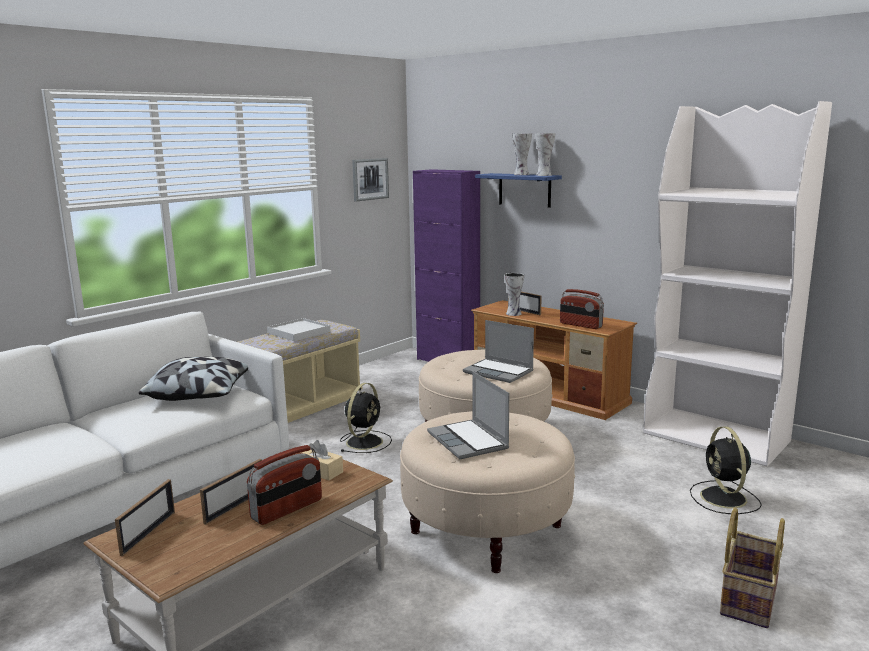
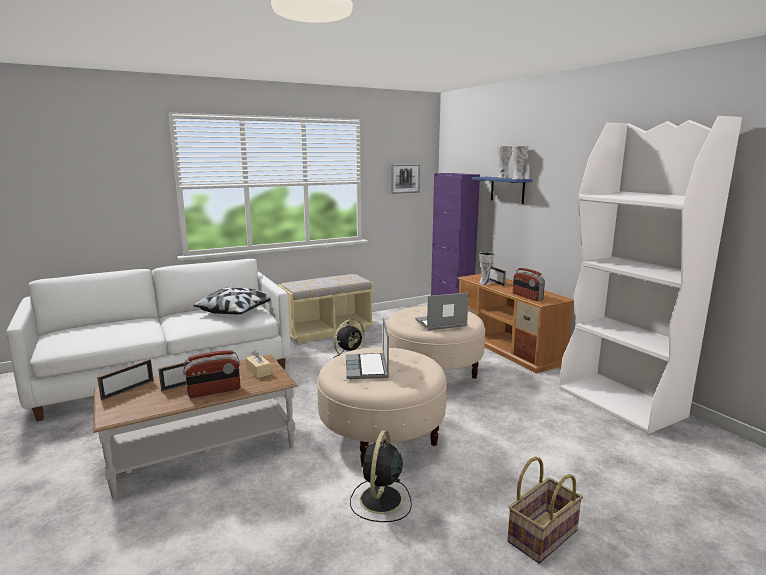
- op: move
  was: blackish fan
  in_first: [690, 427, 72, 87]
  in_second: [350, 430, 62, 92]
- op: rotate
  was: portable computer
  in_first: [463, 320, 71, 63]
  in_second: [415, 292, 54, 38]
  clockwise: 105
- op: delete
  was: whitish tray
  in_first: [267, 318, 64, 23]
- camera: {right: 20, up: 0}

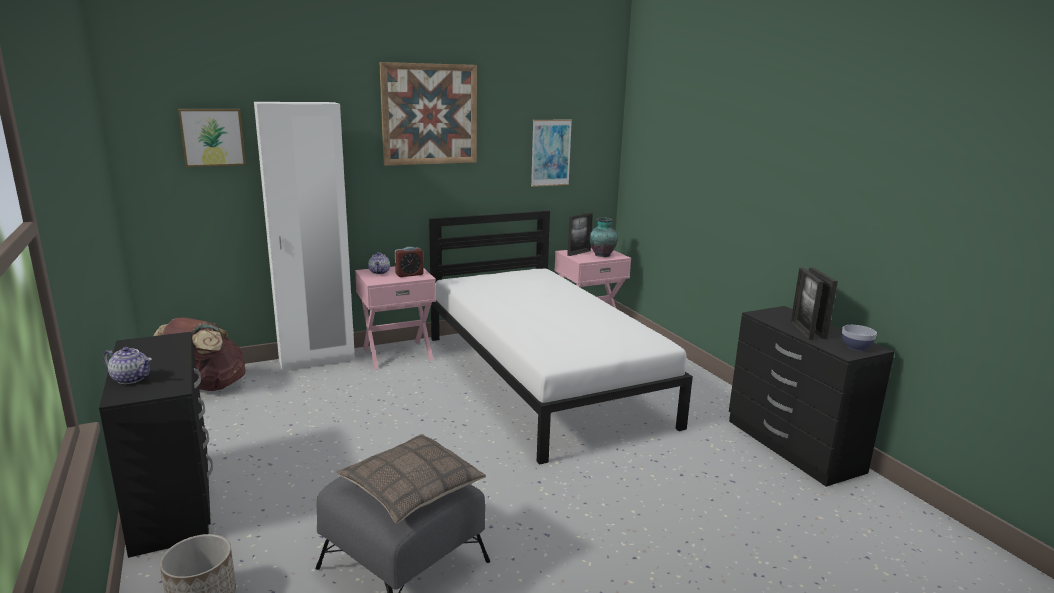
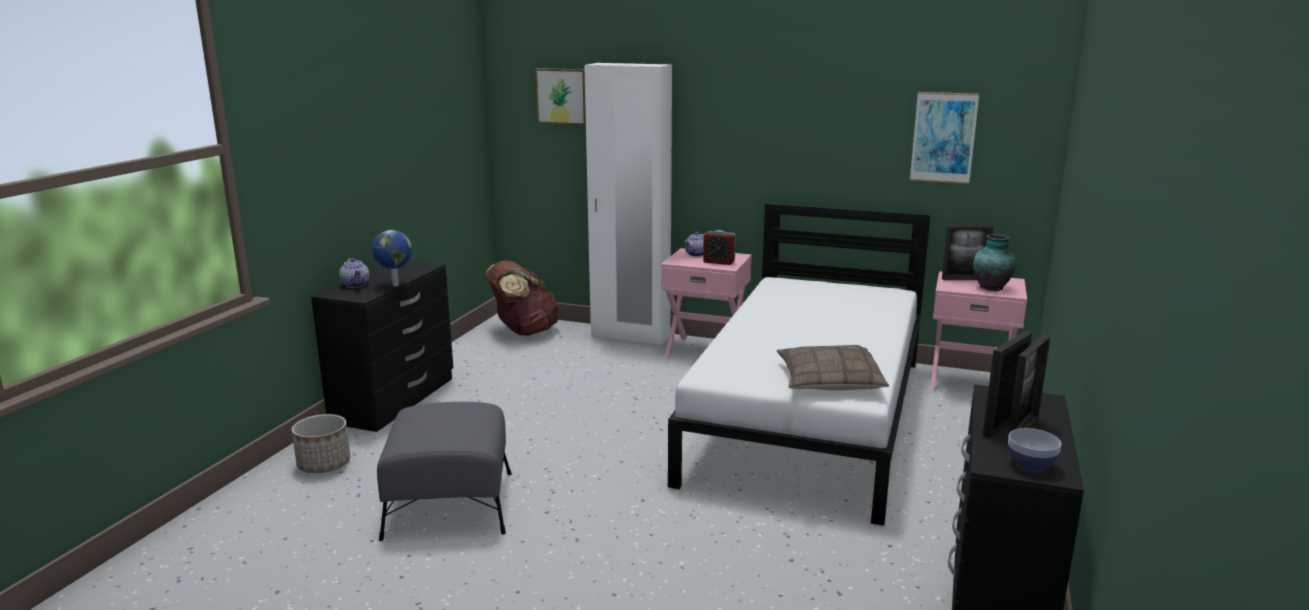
- op: insert
  now: globe
  in_second: [372, 230, 40, 56]
- op: move
  was: throw pillow
  in_first: [336, 434, 150, 89]
  in_second: [777, 345, 112, 46]
- op: delete
  was: wall picture
  in_first: [379, 62, 98, 104]
- camera: {right: 45, up: 0}

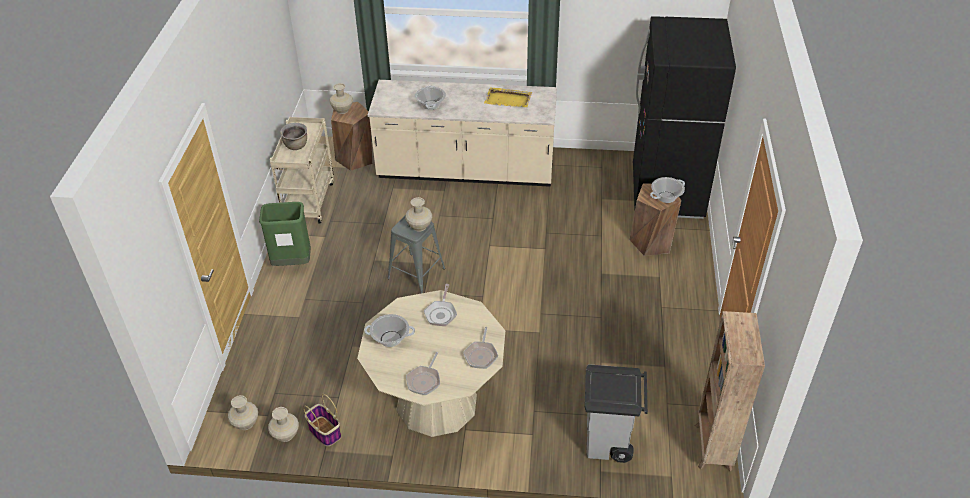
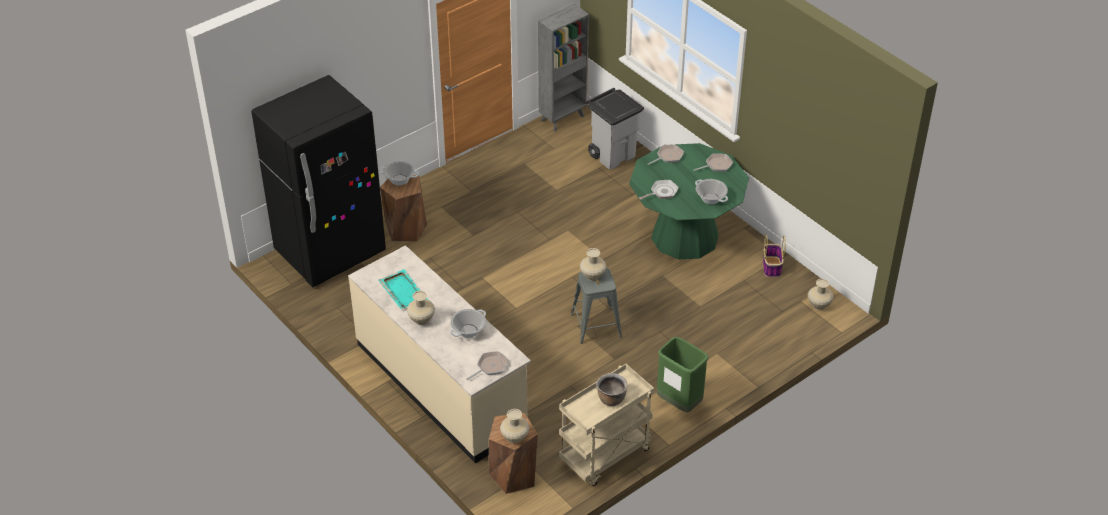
- op: recolor
  was: yellowish tray
  now: blue-green tray
  in_first: [484, 88, 48, 19]
  in_second: [378, 269, 50, 40]
- op: move
  was: sand-coloured decorative vase
  in_first: [268, 407, 31, 35]
  in_second: [407, 291, 28, 34]
- op: insert
  now: pan
  in_second: [466, 351, 43, 29]
- op: recolor
  was: brown-coloured bookshelf
  now: greyish bookshelf
  in_first: [694, 311, 71, 160]
  in_second: [538, 4, 51, 128]
- op: recolor
  was: sand-coloured dining table
  now: greenish dining table
  in_first: [357, 290, 148, 147]
  in_second: [629, 143, 120, 117]
- camera: {right: -135, up: 0}

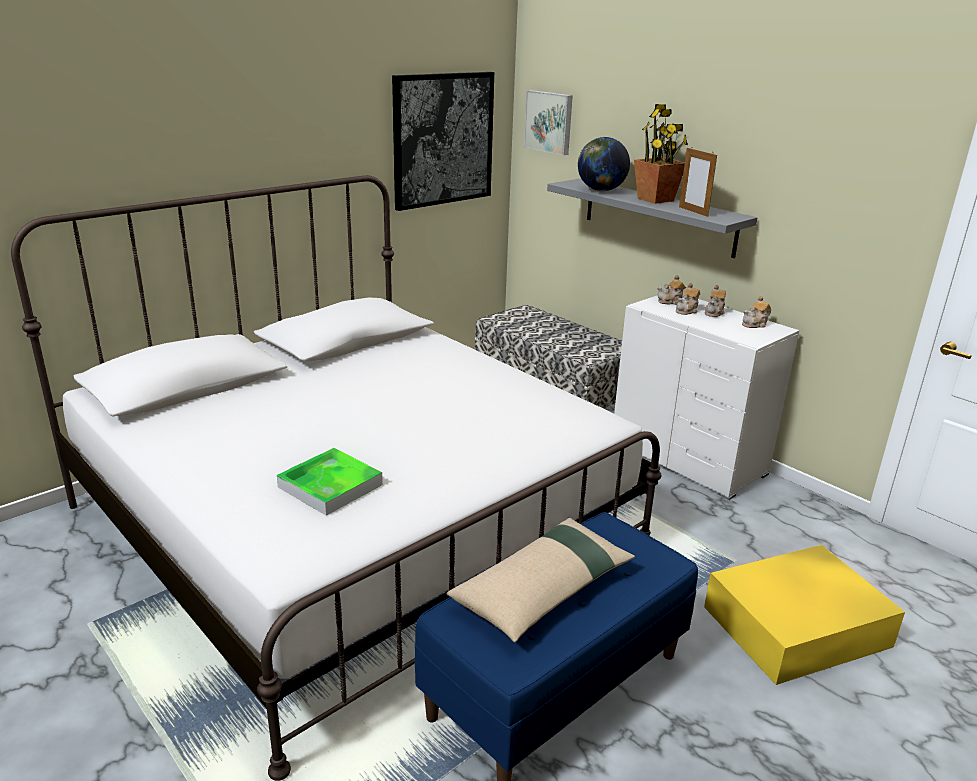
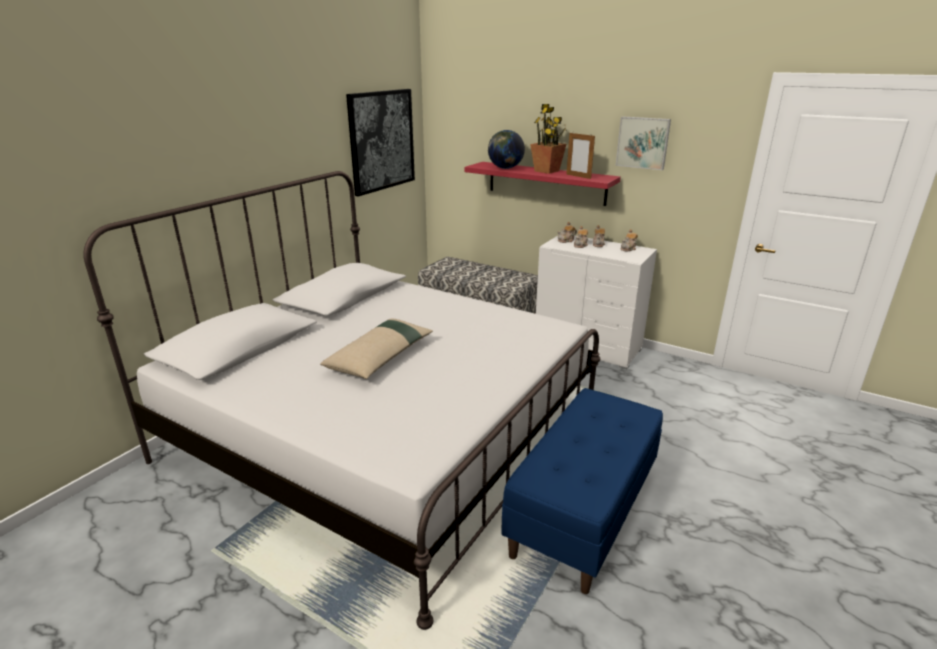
- op: move
  was: sand-coloured throw pillow
  in_first: [446, 518, 189, 124]
  in_second: [320, 319, 113, 60]
- op: recolor
  was: greyish bracket shelf
  now: red-coloured bracket shelf
  in_first: [547, 178, 211, 80]
  in_second: [465, 162, 156, 44]
- op: move
  was: wall picture
  in_first: [524, 90, 49, 65]
  in_second: [616, 116, 55, 54]
- op: delete
  was: tray
  in_first: [277, 448, 106, 68]
- op: delete
  was: yellowish storage bin
  in_first: [704, 545, 201, 140]
- camera: {right: -15, up: 0}

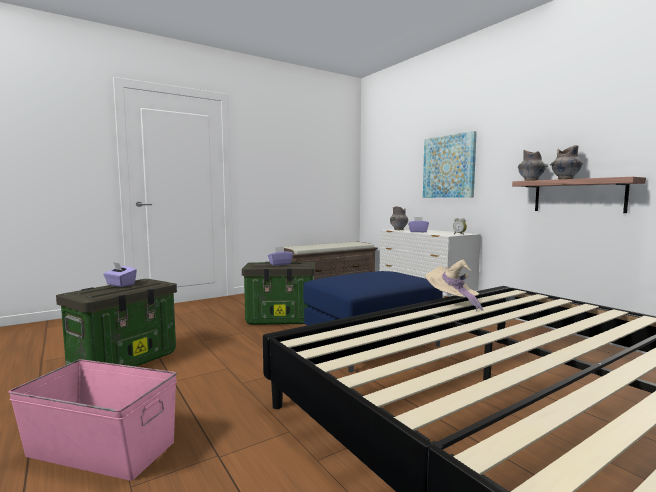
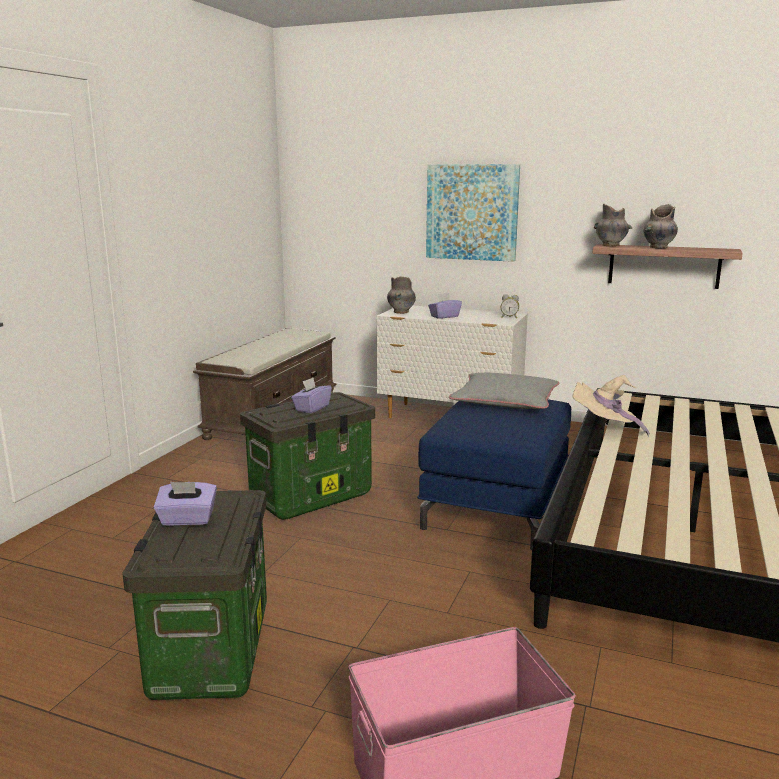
- op: insert
  now: greyish throw pillow
  in_second: [449, 373, 111, 36]
- camera: {right: -35, up: 10}

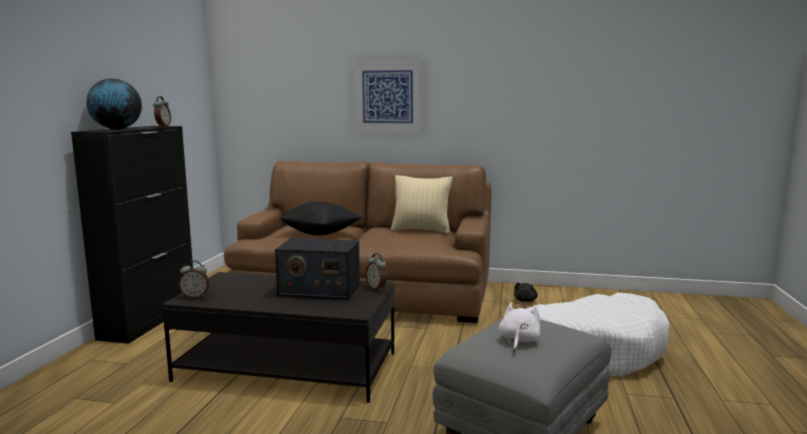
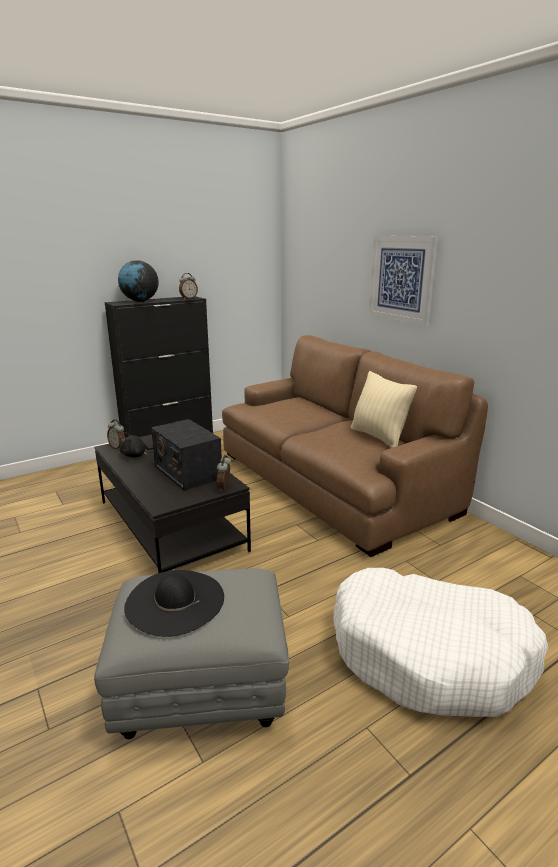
- op: move
  was: blackish cuddly toy
  in_first: [514, 282, 24, 20]
  in_second: [119, 432, 34, 25]
- op: replace
  was: whitish cuddly toy
  now: blackish hat
  in_first: [499, 302, 41, 49]
  in_second: [124, 570, 100, 67]
- op: delete
  was: blackish throw pillow
  in_first: [279, 202, 83, 34]
- camera: {right: 45, up: 10}

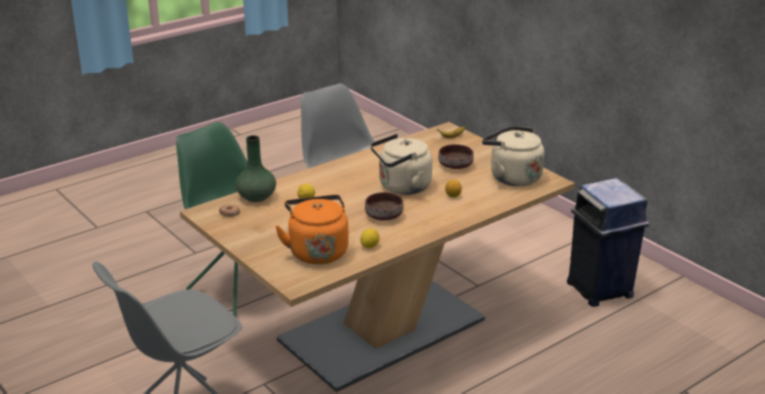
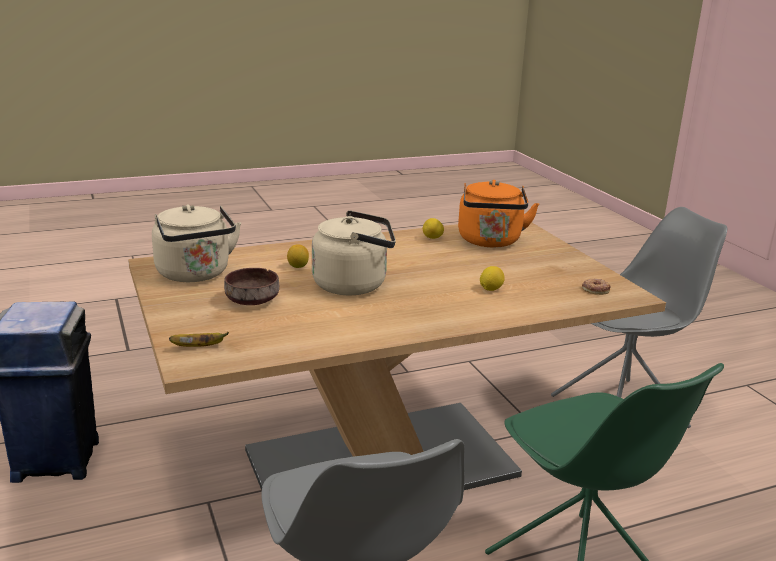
- op: delete
  was: greenish decorative vase
  in_first: [235, 135, 41, 67]
- op: delete
  was: brown-coloured deep dish
  in_first: [365, 192, 38, 28]
- camera: {right: -165, up: -5}

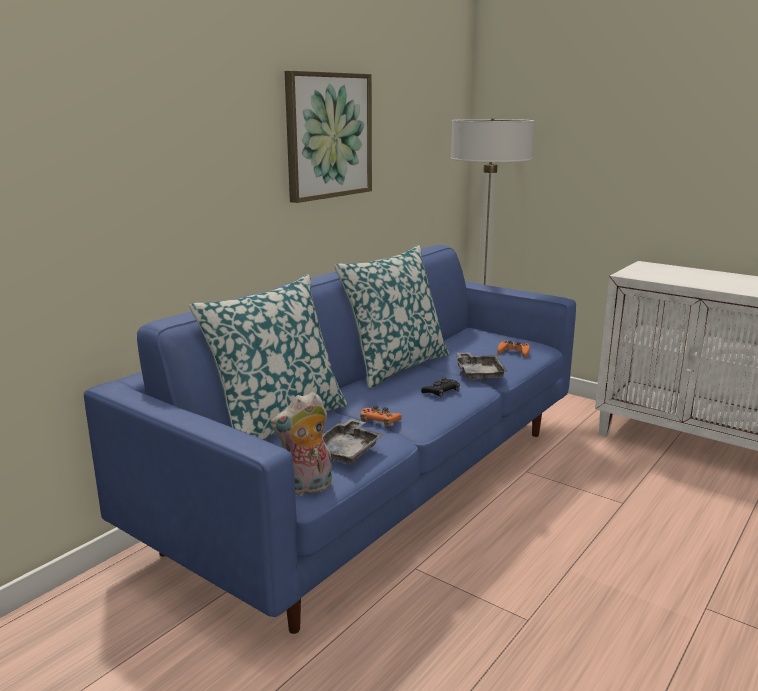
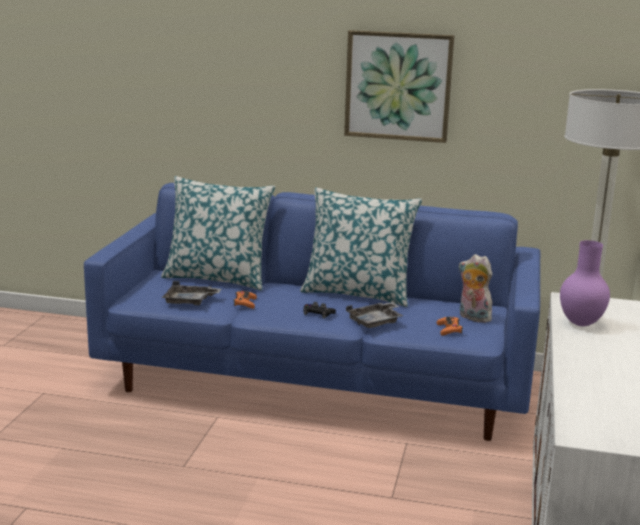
- op: move
  was: cuddly toy
  in_first: [270, 392, 62, 104]
  in_second: [459, 254, 33, 69]
- op: insert
  now: purplish decorative vase
  in_second: [560, 240, 50, 86]
- camera: {right: 65, up: 0}

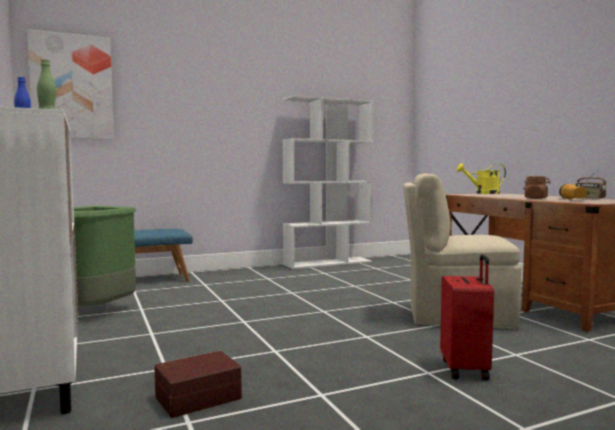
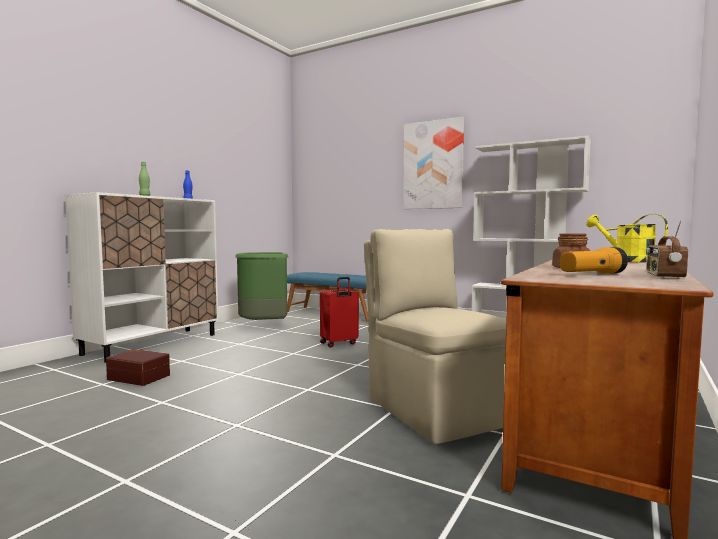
- op: move
  was: red-coloured travel case
  in_first: [440, 255, 54, 125]
  in_second: [320, 277, 39, 70]
- op: move
  was: wall picture
  in_first: [27, 29, 87, 111]
  in_second: [403, 117, 61, 92]
- camera: {right: 55, up: 0}

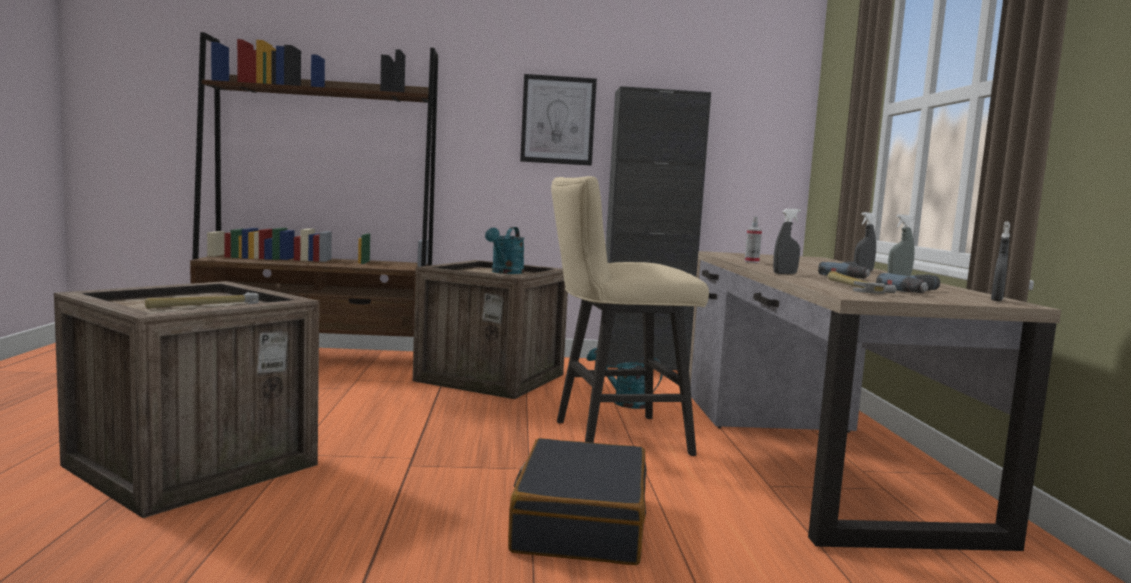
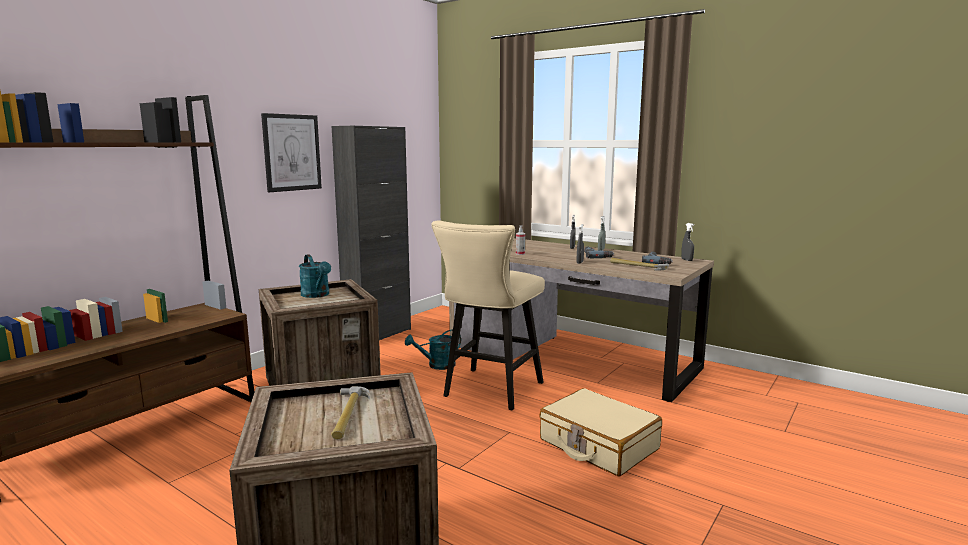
- op: recolor
  was: blackish travel case
  now: sand-coloured travel case
  in_first: [508, 438, 139, 127]
  in_second: [539, 388, 123, 88]
- camera: {right: -50, up: 5}

